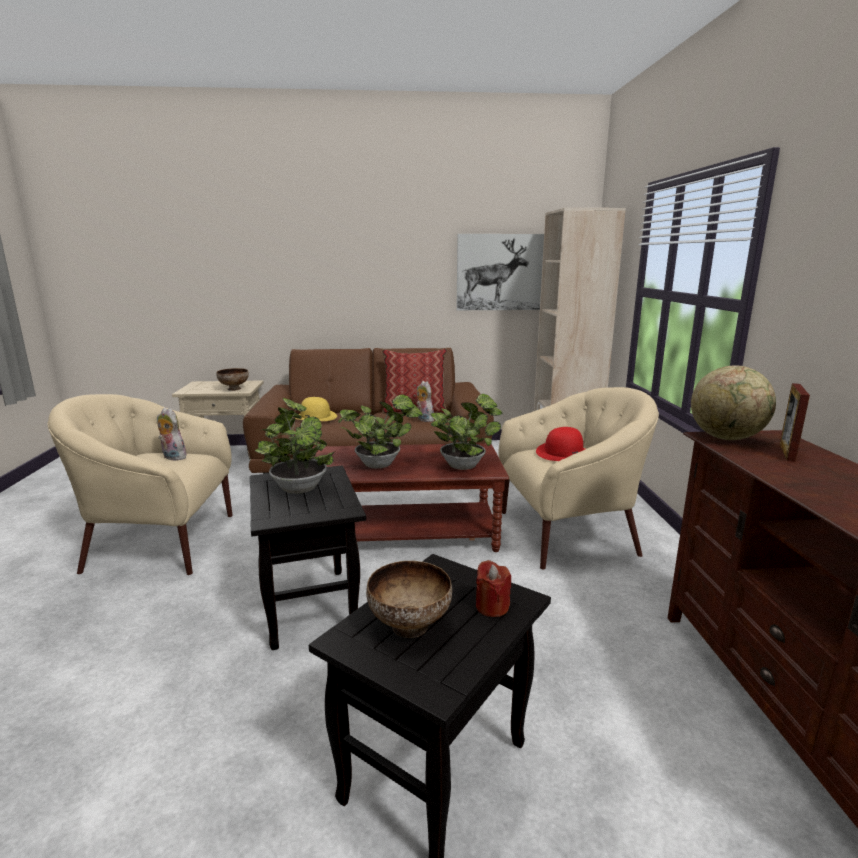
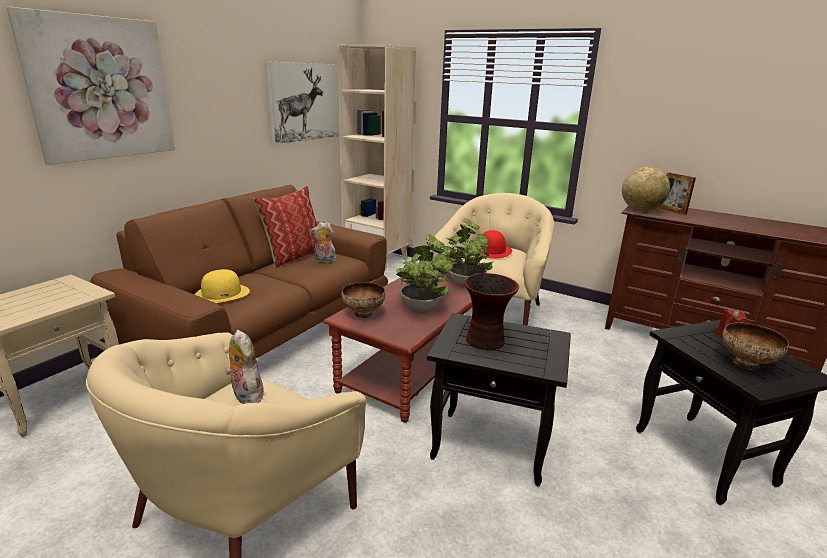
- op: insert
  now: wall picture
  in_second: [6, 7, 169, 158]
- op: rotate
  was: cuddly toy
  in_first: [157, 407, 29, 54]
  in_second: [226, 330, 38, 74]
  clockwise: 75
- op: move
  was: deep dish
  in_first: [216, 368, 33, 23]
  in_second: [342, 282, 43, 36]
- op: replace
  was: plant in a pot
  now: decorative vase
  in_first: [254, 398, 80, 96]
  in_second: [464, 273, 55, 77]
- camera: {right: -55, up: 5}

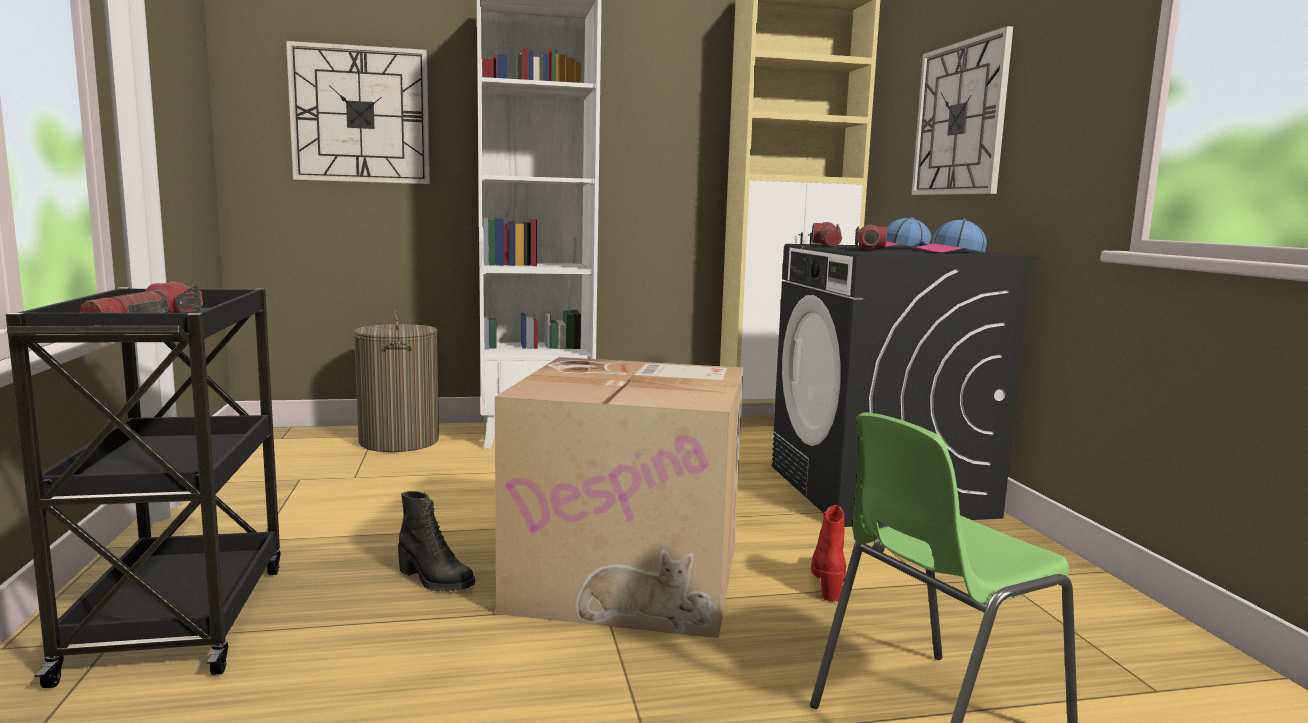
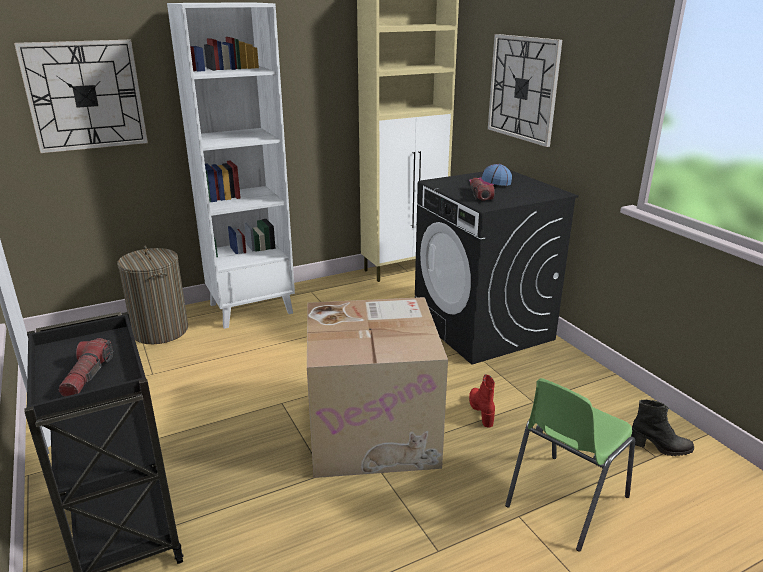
- op: move
  was: blackish high-top boot
  in_first: [398, 491, 77, 100]
  in_second: [631, 400, 63, 56]
- op: delete
  was: flashlight
  in_first: [812, 222, 30, 24]
- op: delete
  was: baseball cap
  in_first: [911, 219, 76, 34]
- camera: {right: -15, up: 15}

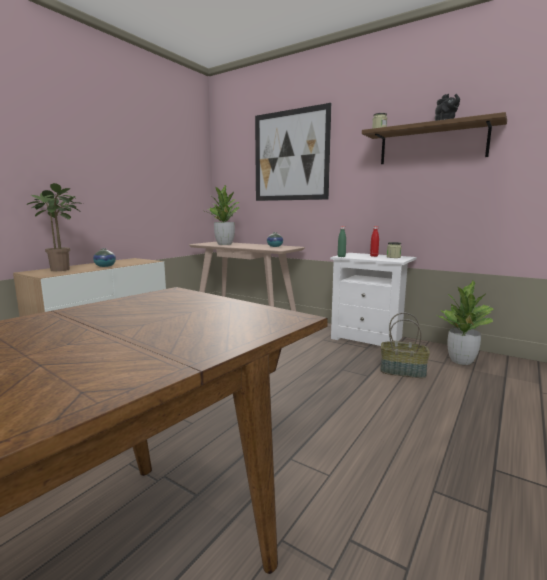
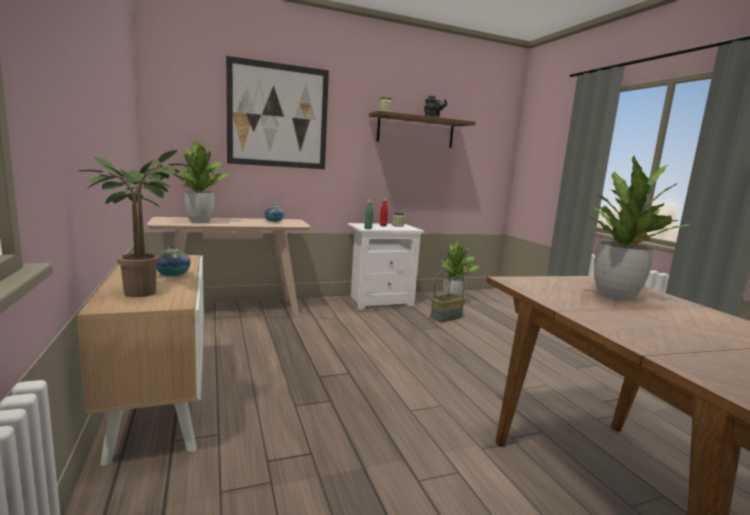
- op: insert
  now: plant in a pot
  in_second: [586, 155, 103, 146]
- camera: {right: -55, up: 0}

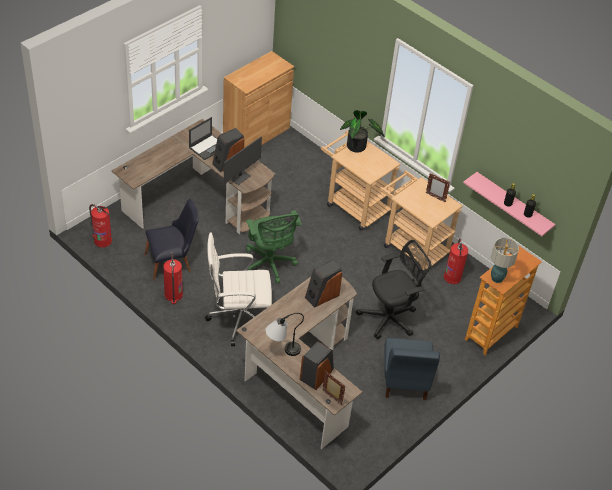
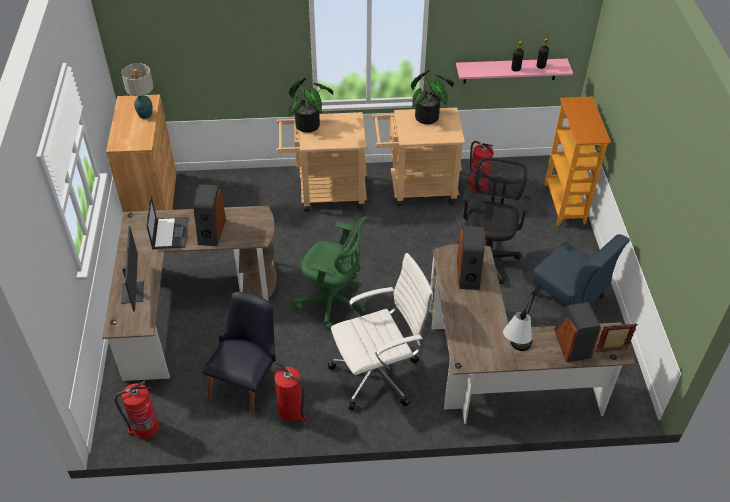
- op: move
  was: tabletop lamp
  in_first: [491, 238, 28, 45]
  in_second: [121, 63, 32, 56]
- op: move
  was: monitor
  in_first: [224, 137, 38, 48]
  in_second: [121, 226, 23, 86]
- op: rotate
  was: whitish desk chair
  in_first: [205, 232, 67, 114]
  in_second: [328, 253, 105, 158]
  clockwise: -150
- op: replace
  was: photo frame
  now: plant in a pot
  in_first: [426, 173, 24, 29]
  in_second: [411, 70, 43, 54]
- camera: {right: -45, up: 0}

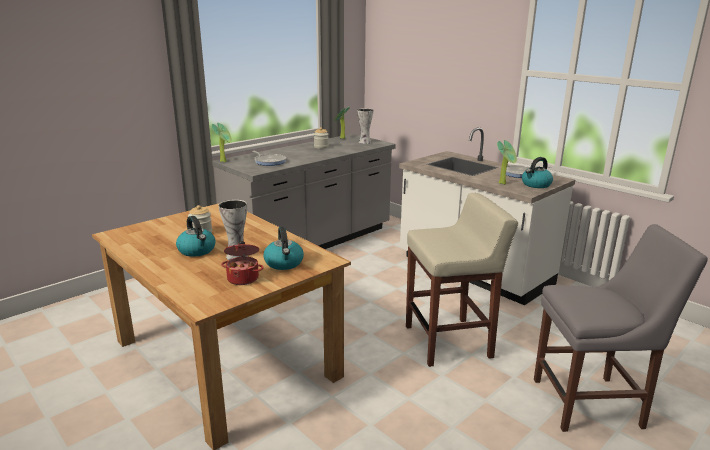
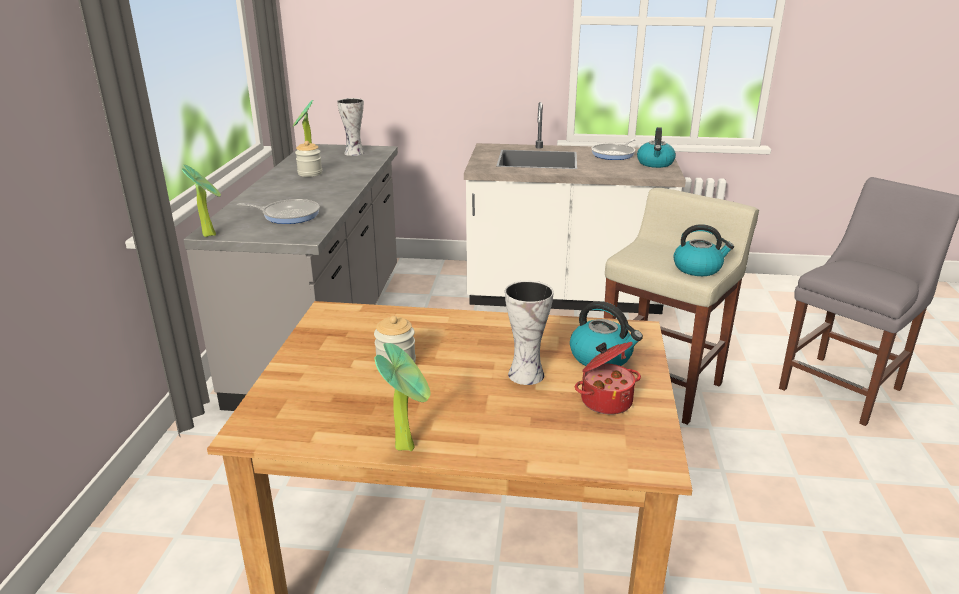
- op: move
  was: plant in a pot
  in_first: [497, 140, 20, 45]
  in_second: [374, 343, 57, 108]
- op: move
  was: water kettle
  in_first: [176, 216, 39, 41]
  in_second: [673, 224, 61, 52]
- camera: {right: -40, up: 5}

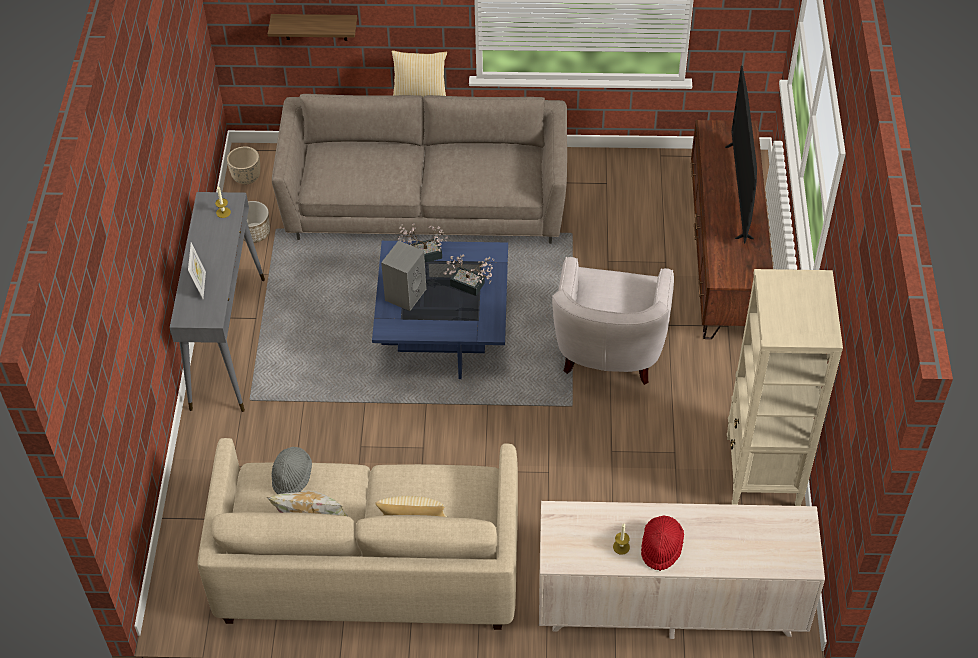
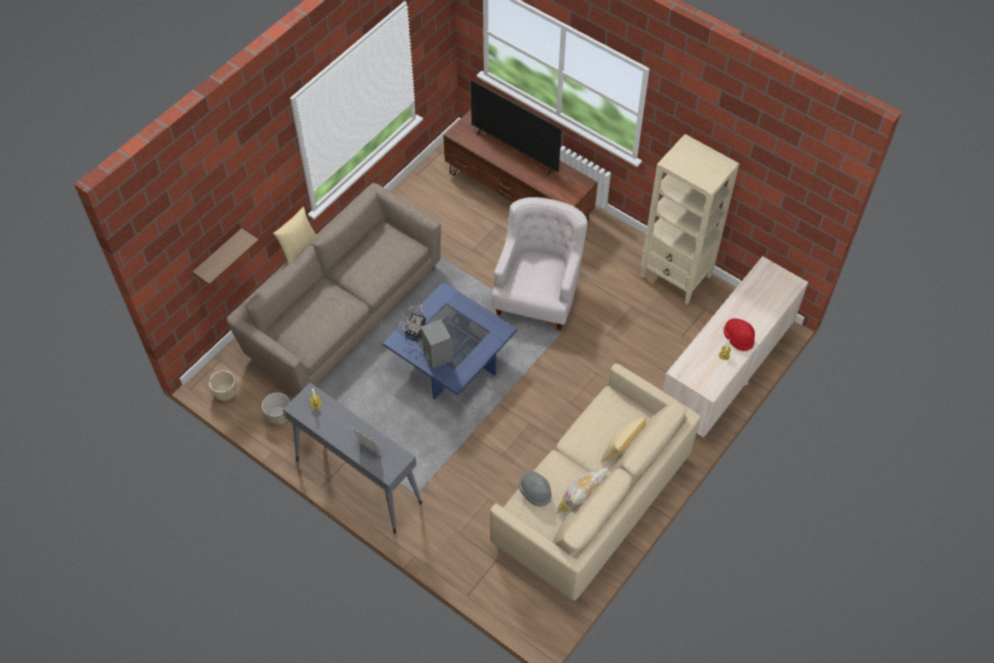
- op: rotate
  was: whitish armchair
  in_first: [552, 257, 122, 128]
  in_second: [492, 197, 95, 133]
  clockwise: -120
- op: delete
  was: plant in a pot
  in_first: [444, 255, 50, 41]
- camera: {right: -55, up: 5}

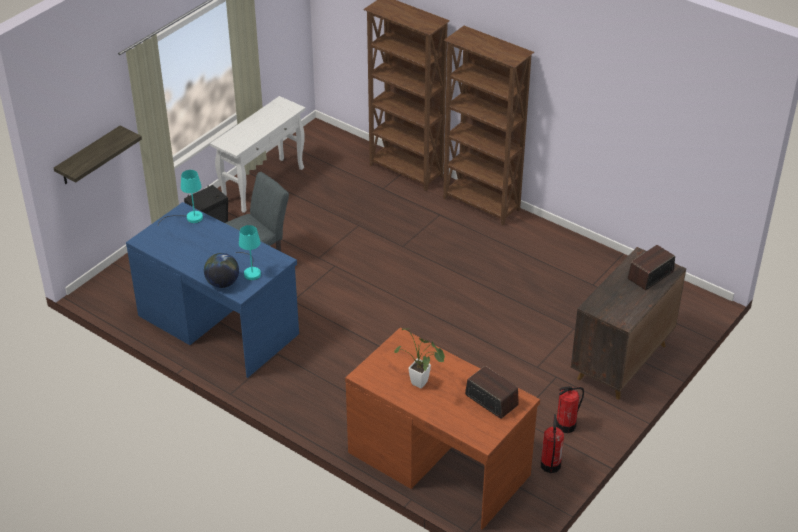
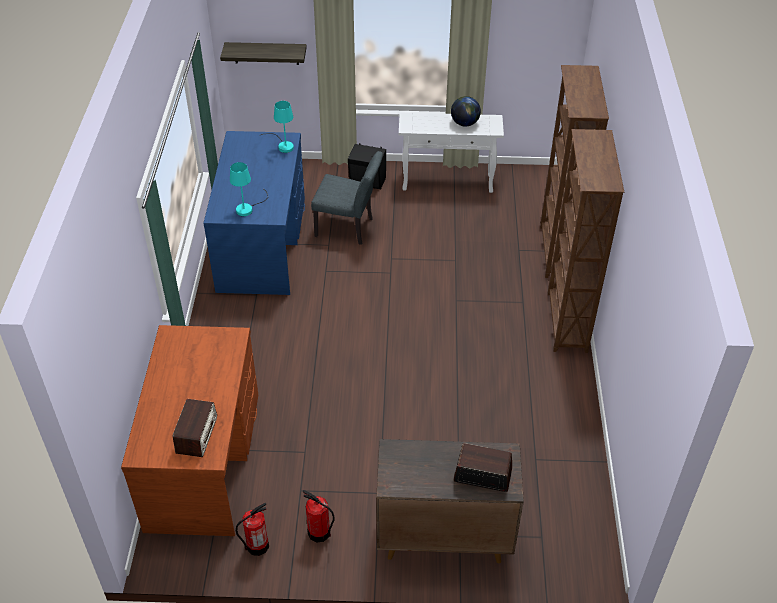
- op: move
  was: globe
  in_first: [204, 253, 35, 35]
  in_second: [451, 96, 30, 31]
- op: delete
  was: plant in a pot
  in_first: [394, 328, 51, 61]
- camera: {right: 55, up: 5}

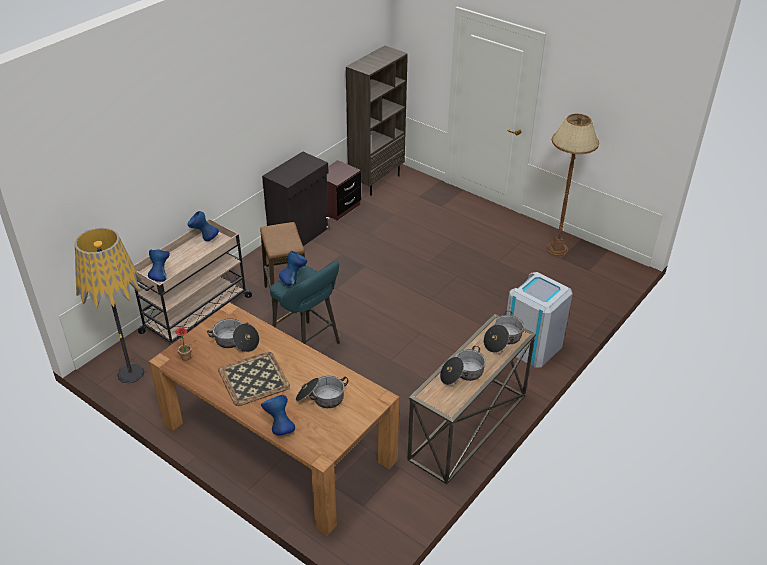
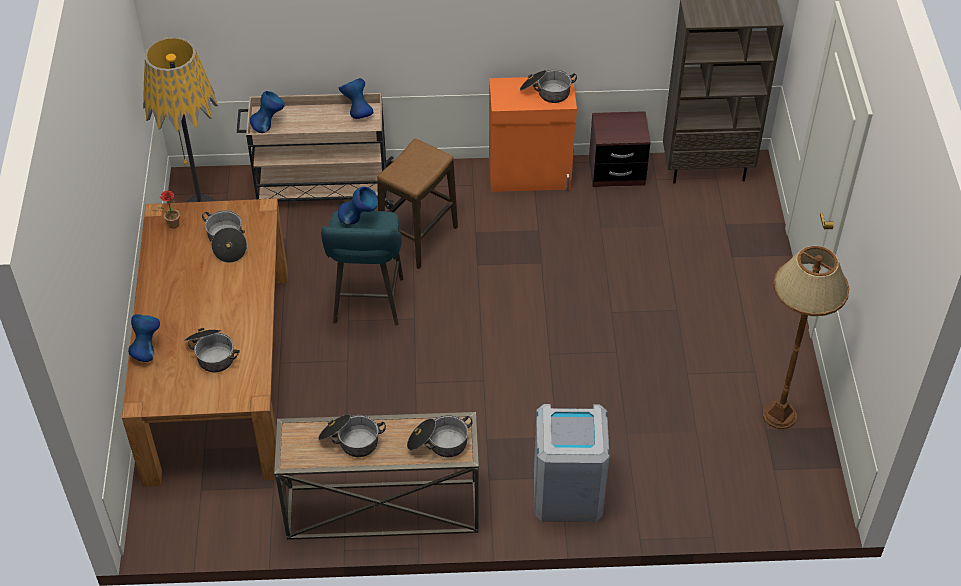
- op: recolor
  was: blackish cabinet
  now: orange cabinet
  in_first: [262, 152, 68, 94]
  in_second: [489, 77, 88, 115]
- op: insert
  now: stockpot
  in_second: [520, 69, 57, 34]
- op: delete
  was: tray
  in_first: [218, 352, 72, 54]
- camera: {right: 50, up: 10}

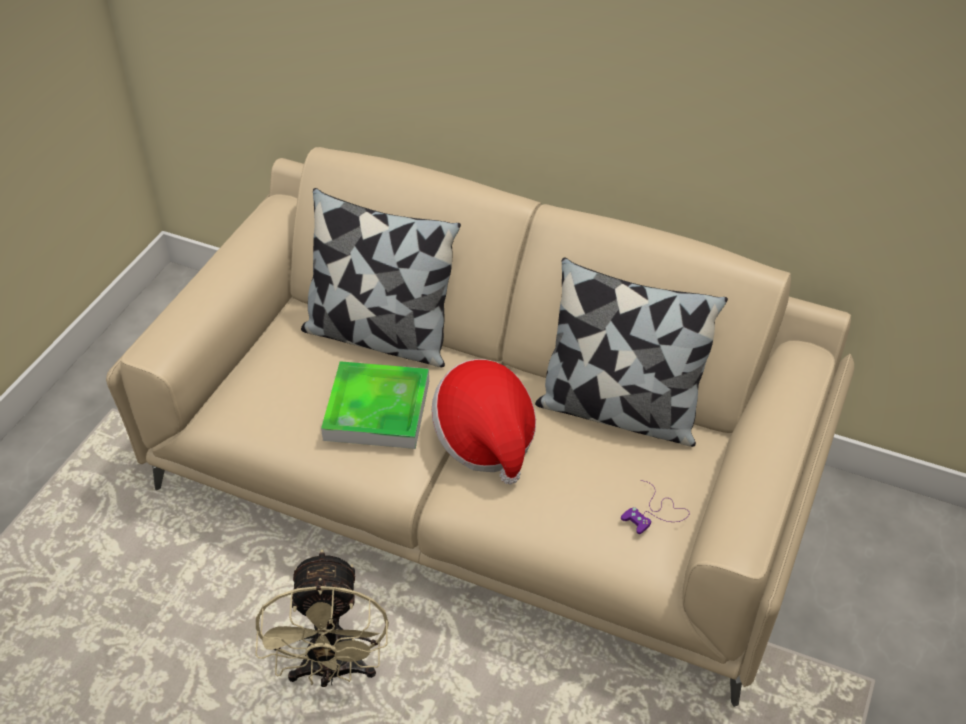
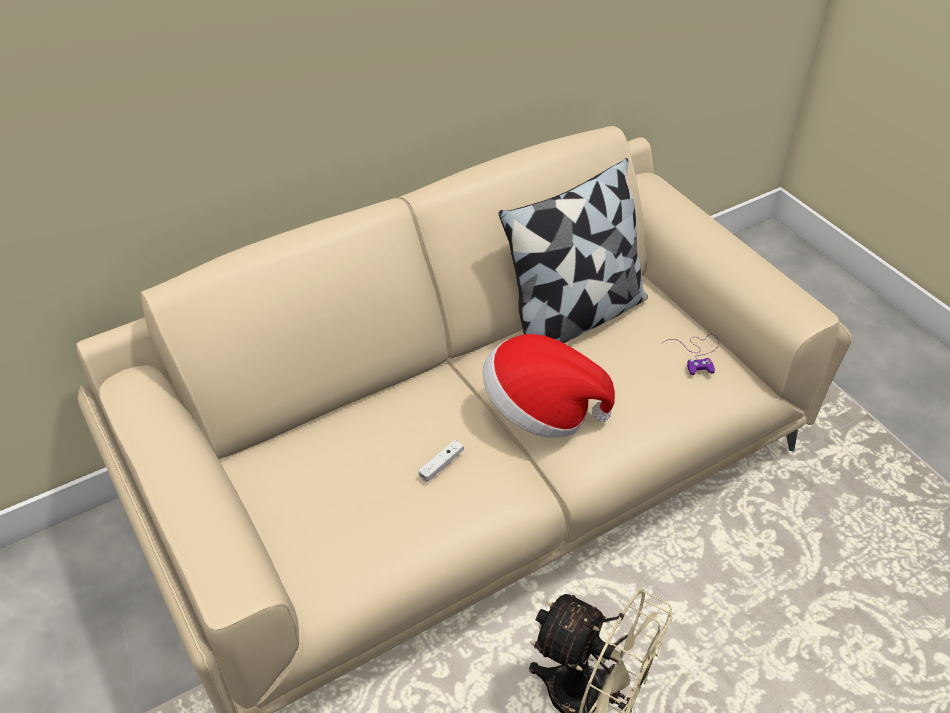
- op: replace
  was: tray
  now: whitish game controller
  in_first: [321, 361, 108, 88]
  in_second: [418, 440, 46, 42]
- op: delete
  was: throw pillow
  in_first: [301, 188, 160, 179]
- camera: {right: -55, up: 0}

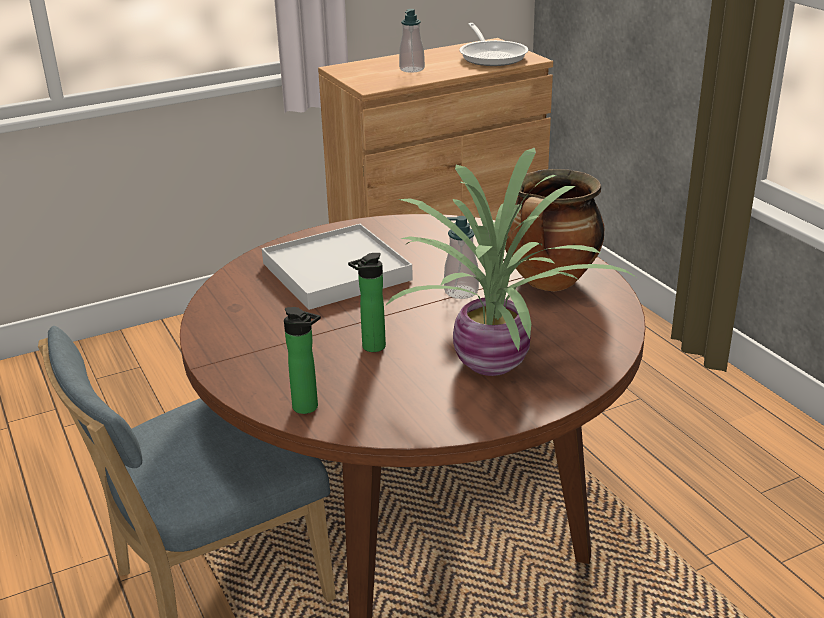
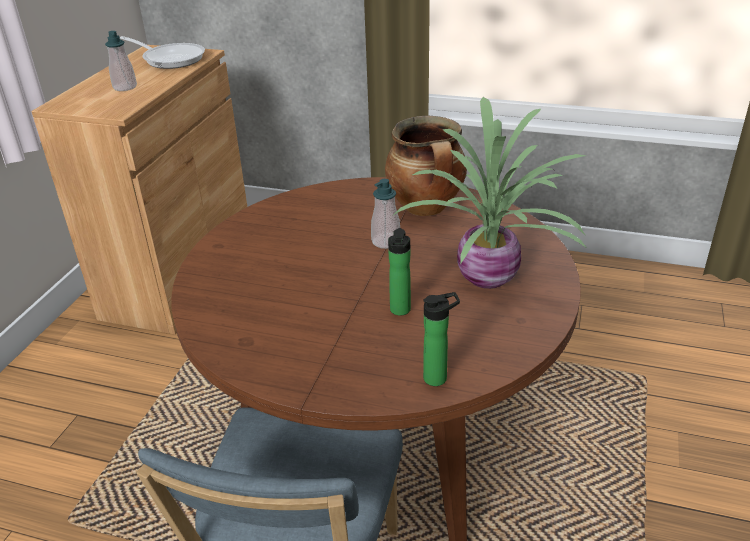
- op: delete
  was: whitish tray
  in_first: [262, 224, 151, 86]
- camera: {right: -45, up: 5}

